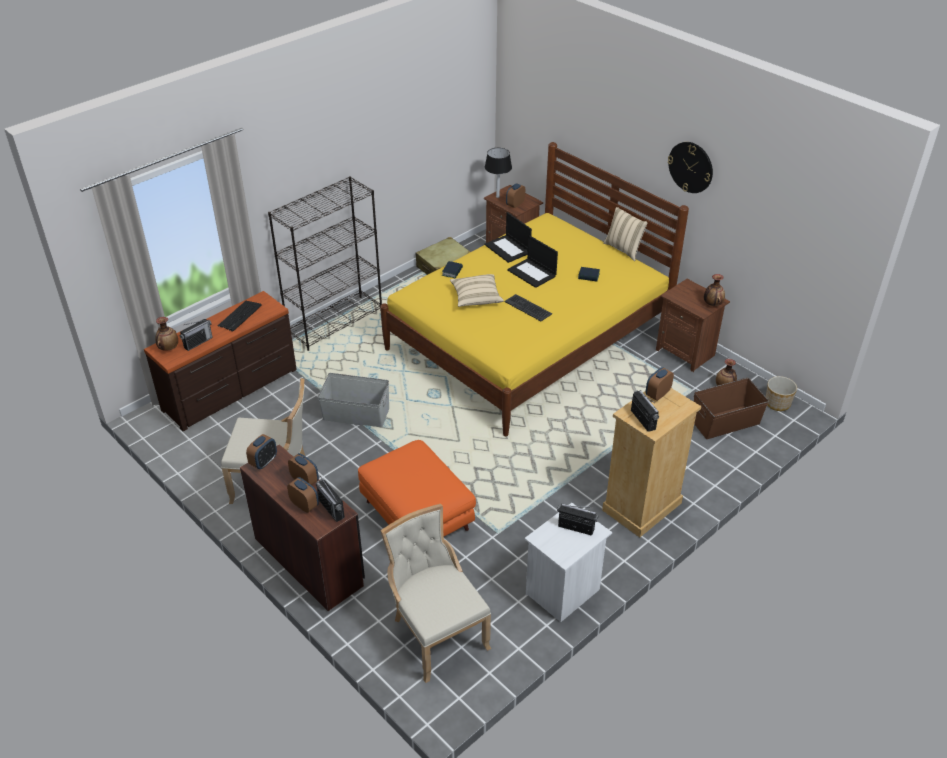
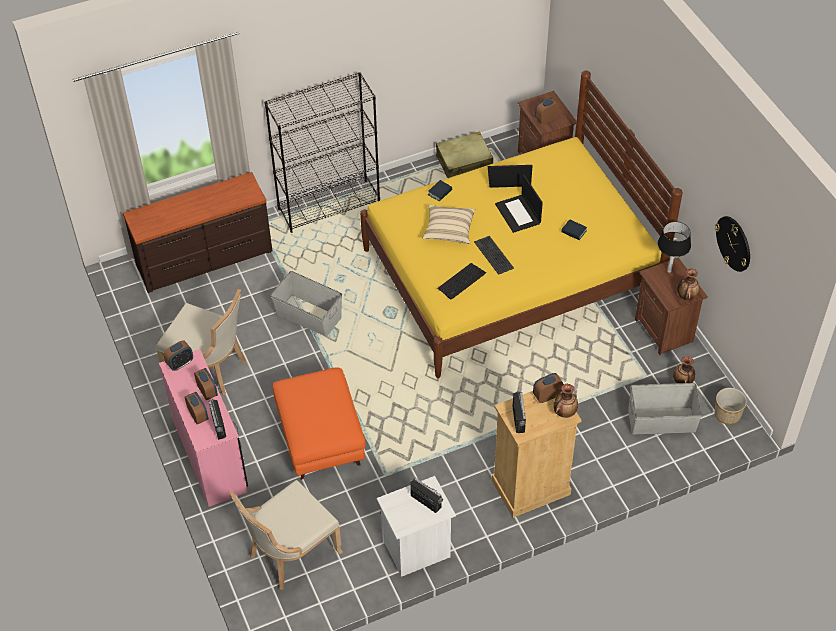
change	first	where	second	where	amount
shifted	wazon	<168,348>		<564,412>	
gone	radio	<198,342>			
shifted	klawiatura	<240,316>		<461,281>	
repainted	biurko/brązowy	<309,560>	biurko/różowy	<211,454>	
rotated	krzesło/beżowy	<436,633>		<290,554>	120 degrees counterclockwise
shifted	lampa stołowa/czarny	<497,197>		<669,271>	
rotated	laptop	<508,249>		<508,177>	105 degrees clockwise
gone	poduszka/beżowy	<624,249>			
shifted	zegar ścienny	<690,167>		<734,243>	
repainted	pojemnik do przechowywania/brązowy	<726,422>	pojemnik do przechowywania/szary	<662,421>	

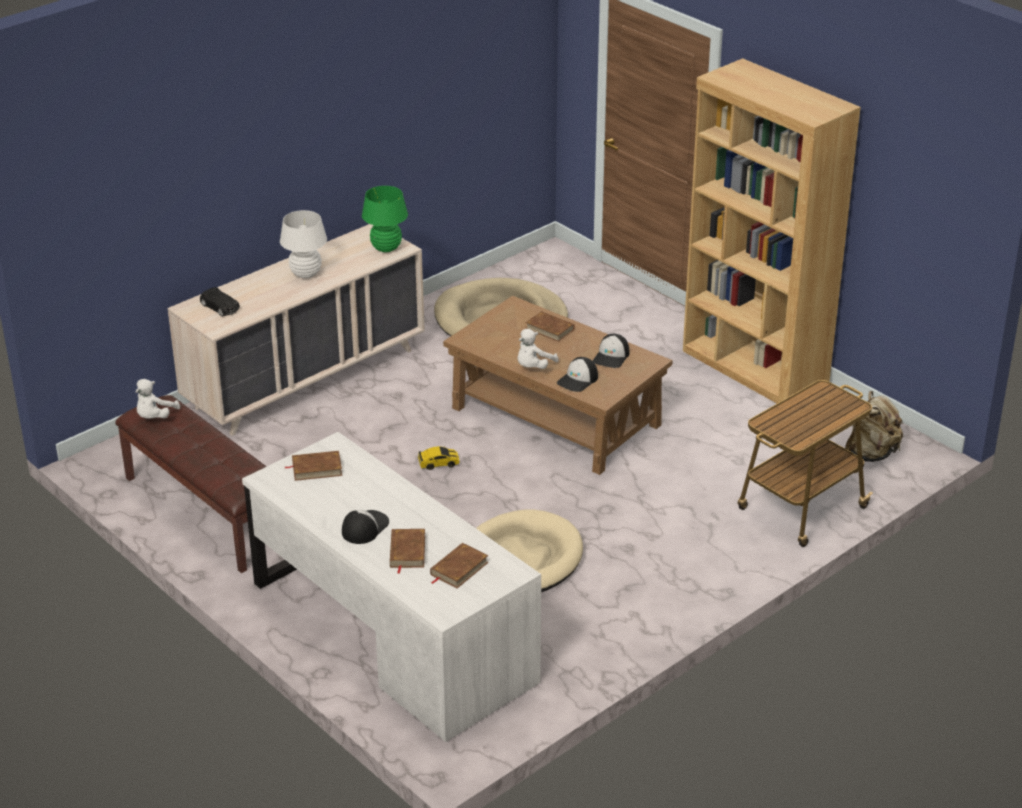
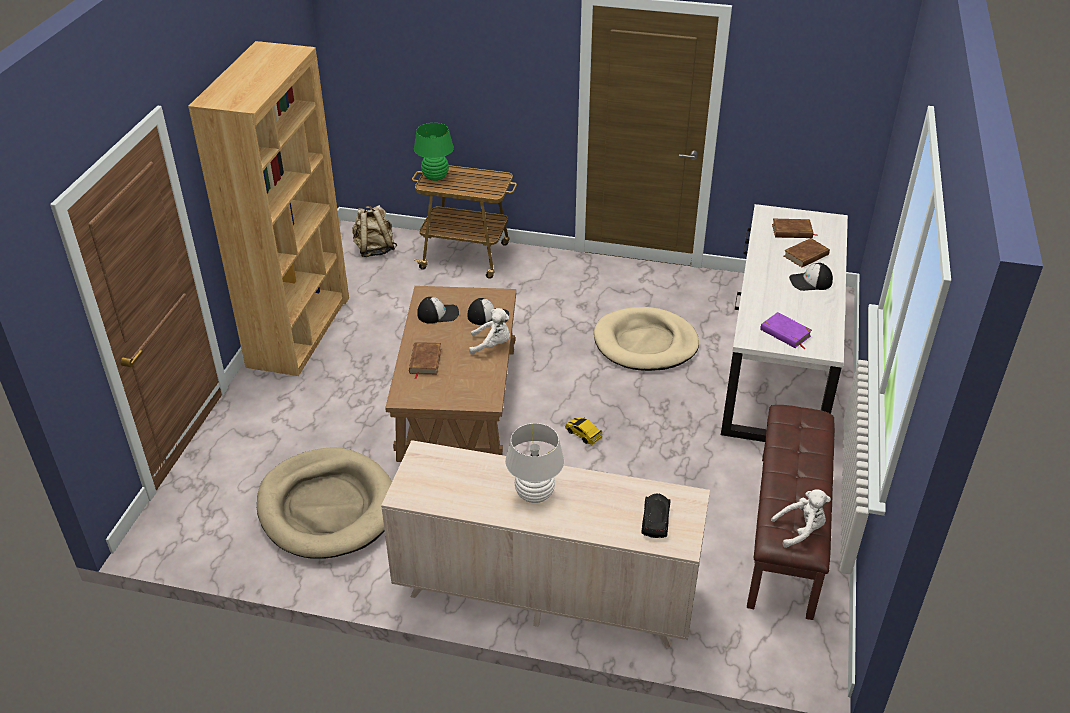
change	first	where	second	where	amount
repainted	książka/brązowy	<316,468>	książka/fioletowy	<785,333>	
shifted	lampa stołowa/zielony	<386,248>		<435,177>	

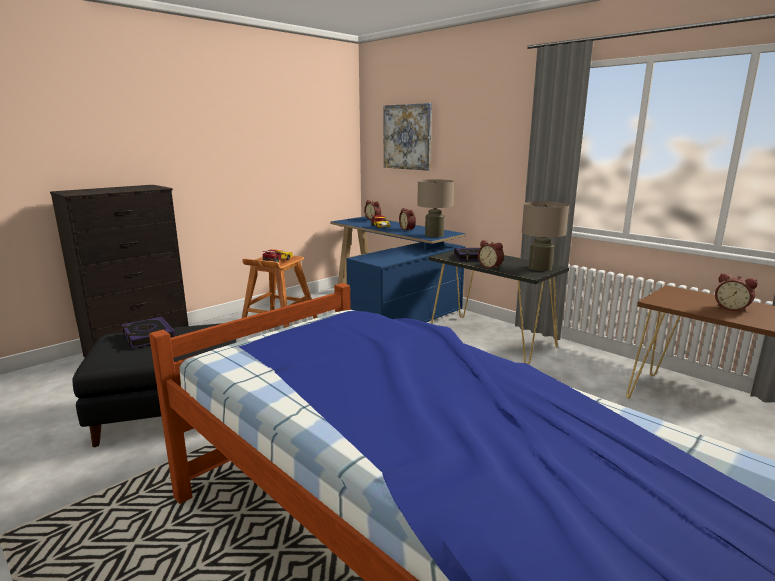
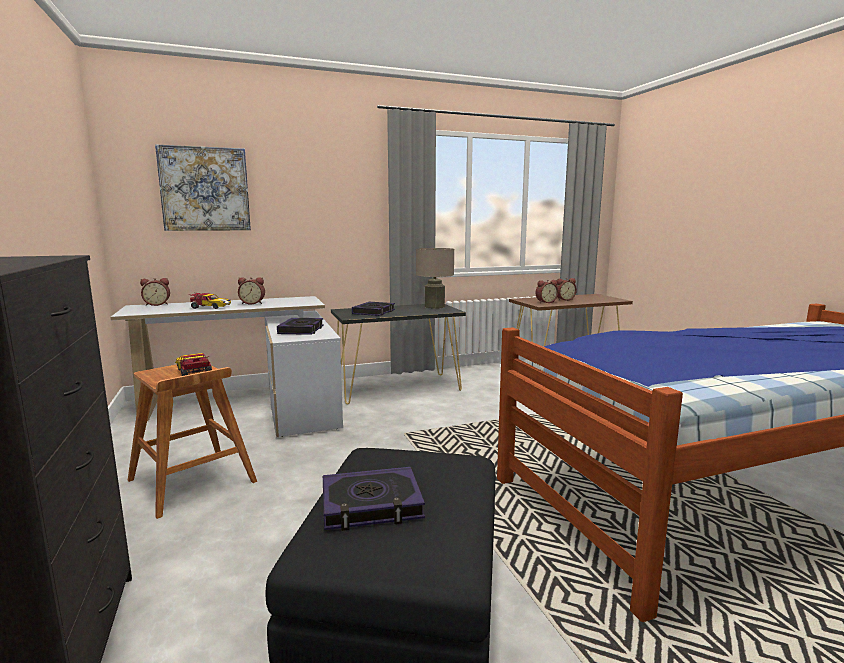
change	first	where	second	where	amount
repainted	biurko/niebieski	<392,306>	biurko/biały	<253,405>	
gone	lampa stołowa/beżowy	<434,235>			
shifted	budzik	<490,266>		<545,302>	
new			książka	<301,330>	

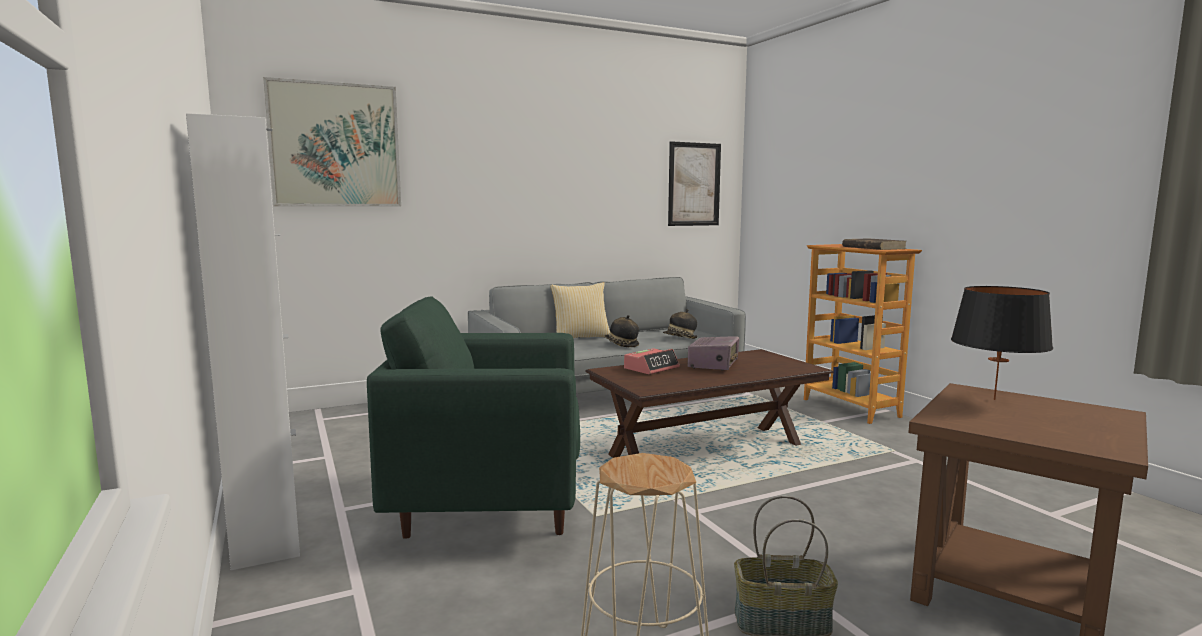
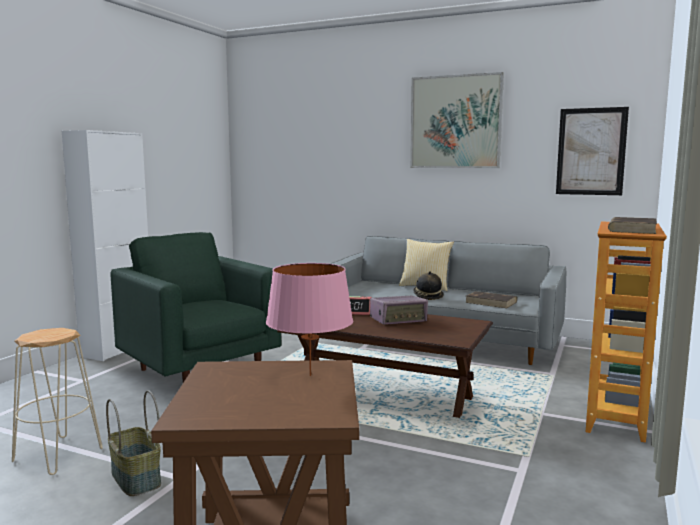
change	first	where	second	where	amount
shifted	obraz	<335,145>		<455,122>	
swapped	kapelusz	<680,338>	książka/brązowy	<491,302>	
repainted	lampa stołowa/czarny	<994,399>	lampa stołowa/różowy	<310,375>	

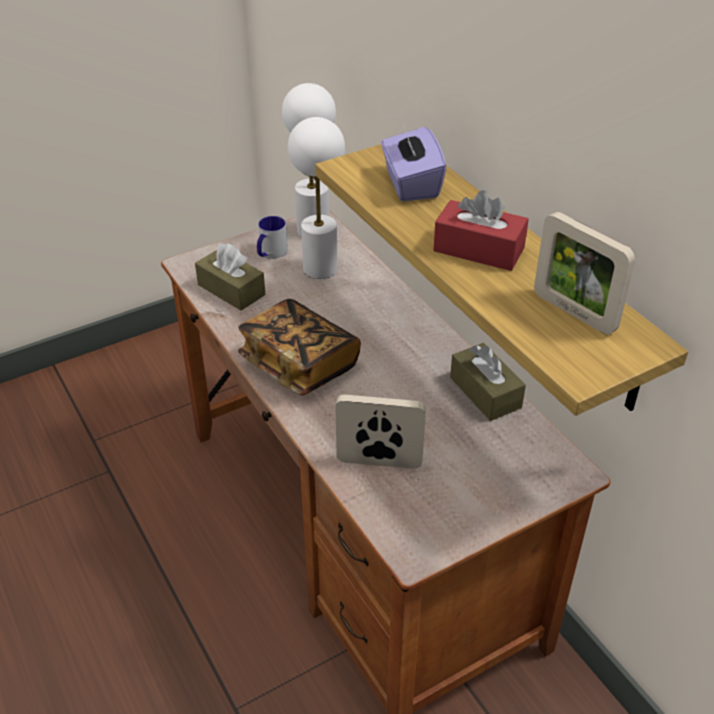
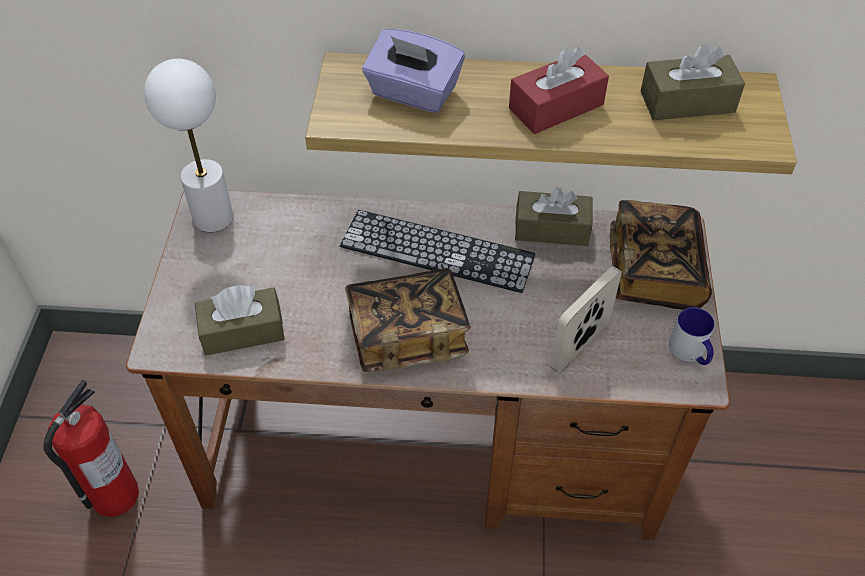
change	first	where	second	where	amount
shifted	kubek	<270,253>		<690,353>	
gone	lampa stołowa/biały	<320,268>			
swapped	ramka na zdjęcie	<574,312>	pudełko chusteczek/brązowy	<687,102>	
new			gaśnica	<114,496>	
new			klawiatura	<437,251>	
new			książka	<654,272>	

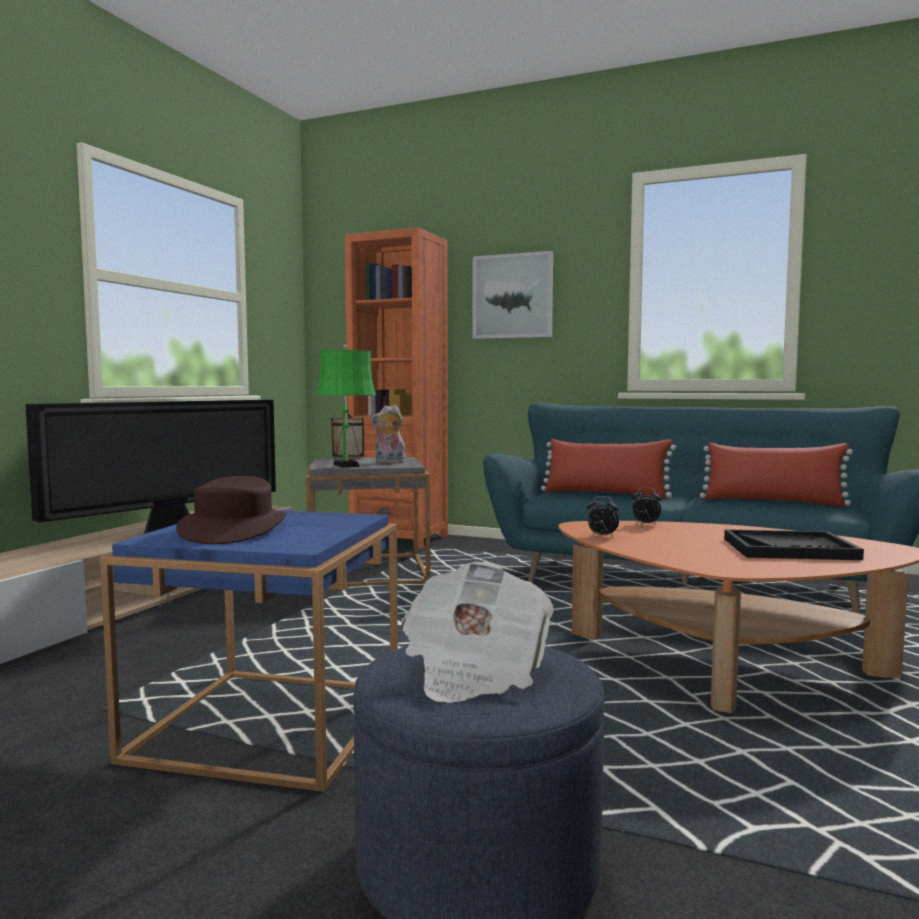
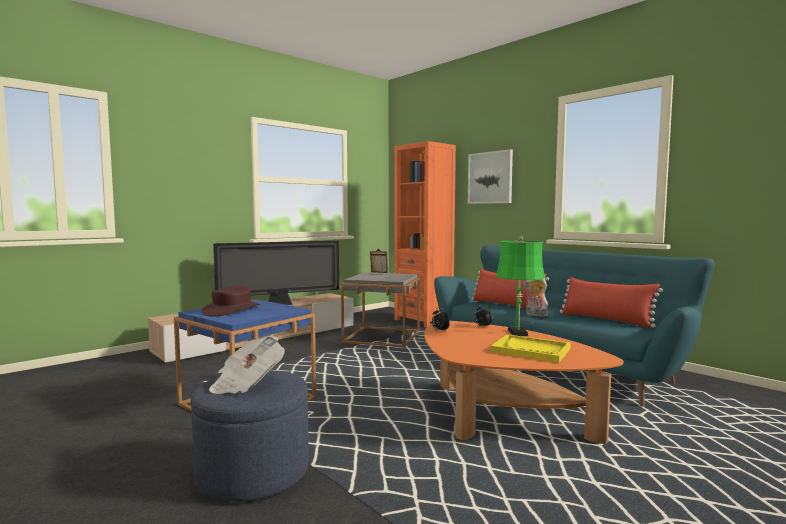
change	first	where	second	where	amount
shifted	lampa stołowa/zielony	<347,466>		<518,333>	
shifted	pluszak	<389,462>		<535,315>	
repainted	taca/czarny	<789,549>	taca/żółty	<531,350>	

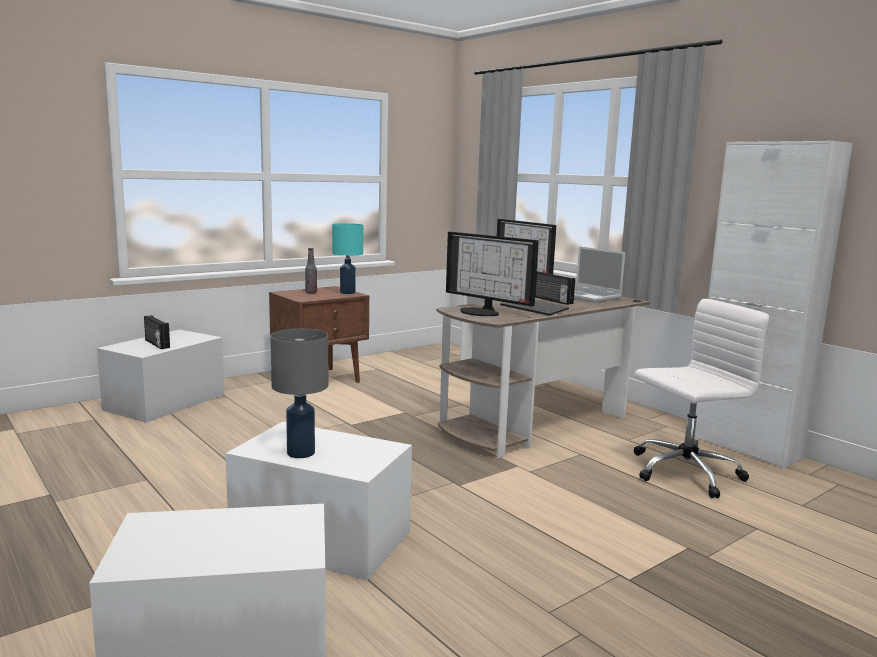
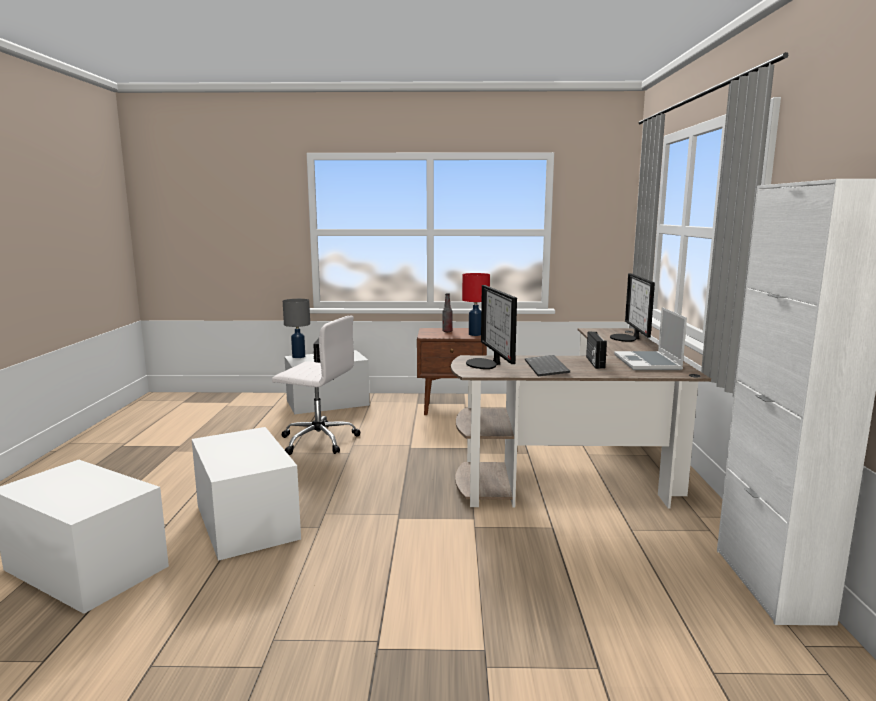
change	first	where	second	where	amount
shifted	lampa stołowa/szary	<300,453>		<298,356>	
repainted	lampa stołowa/turkusowy	<347,292>	lampa stołowa/czerwony	<475,334>	
shifted	krzesło biurowe/biały	<683,472>		<317,440>	

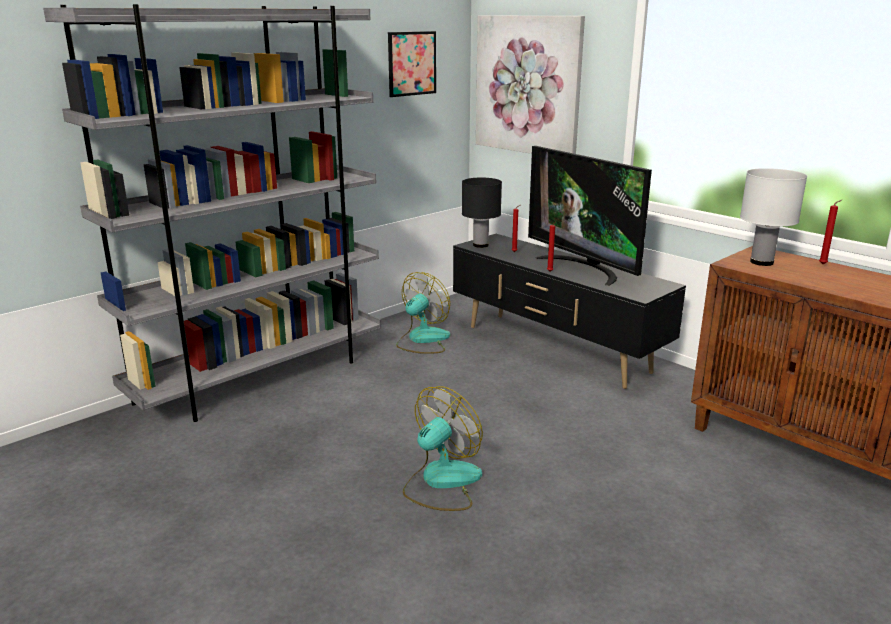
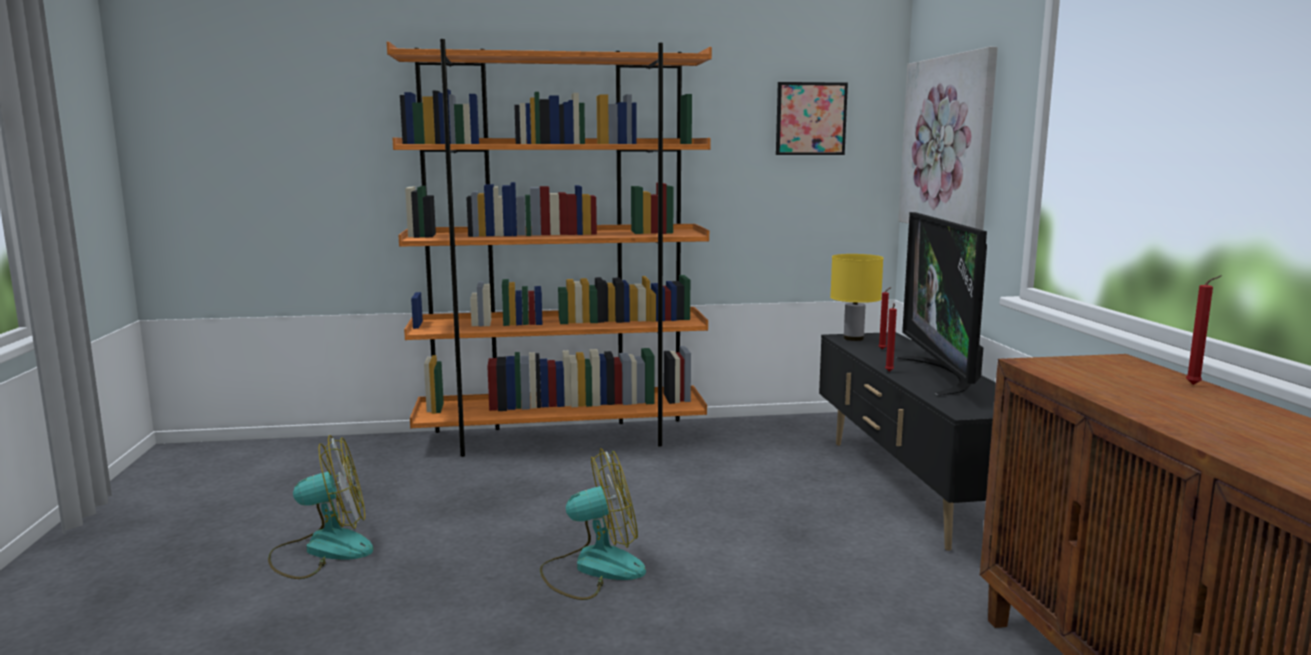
change	first	where	second	where	amount
repainted	regał/szary	<261,377>	regał/pomarańczowy	<562,437>	
shifted	wentylator	<422,340>		<322,550>	
repainted	lampa stołowa/czarny	<481,245>	lampa stołowa/żółty	<854,338>	
gone	lampa stołowa/biały	<762,262>			

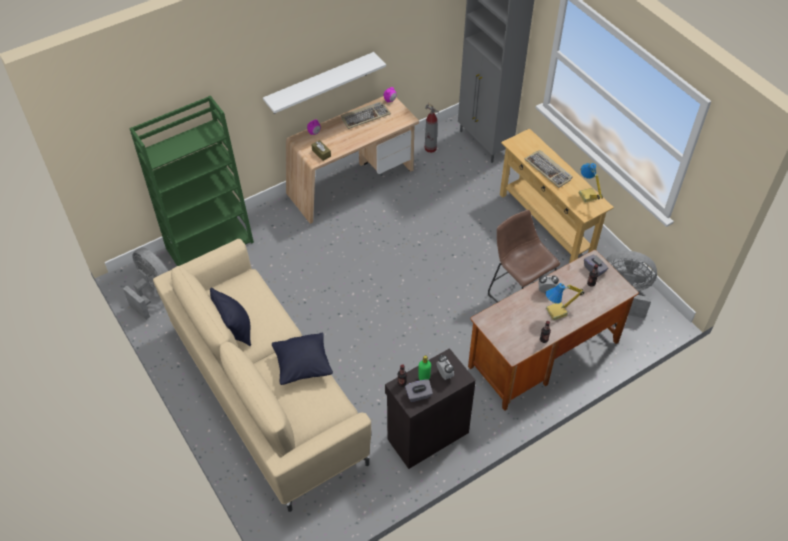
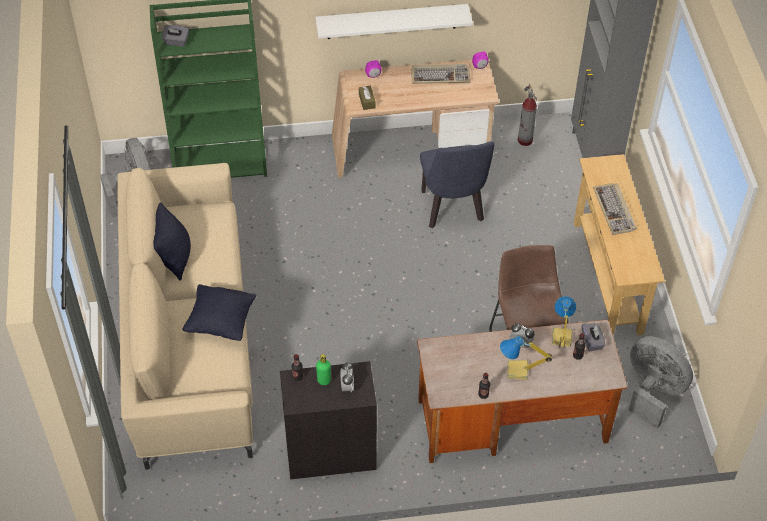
change	first	where	second	where	amount
shifted	pudełko chusteczek/szary	<418,395>		<176,42>	
shifted	lampa stołowa	<587,196>		<560,338>	
new			krzesło/niebieski	<453,210>	

